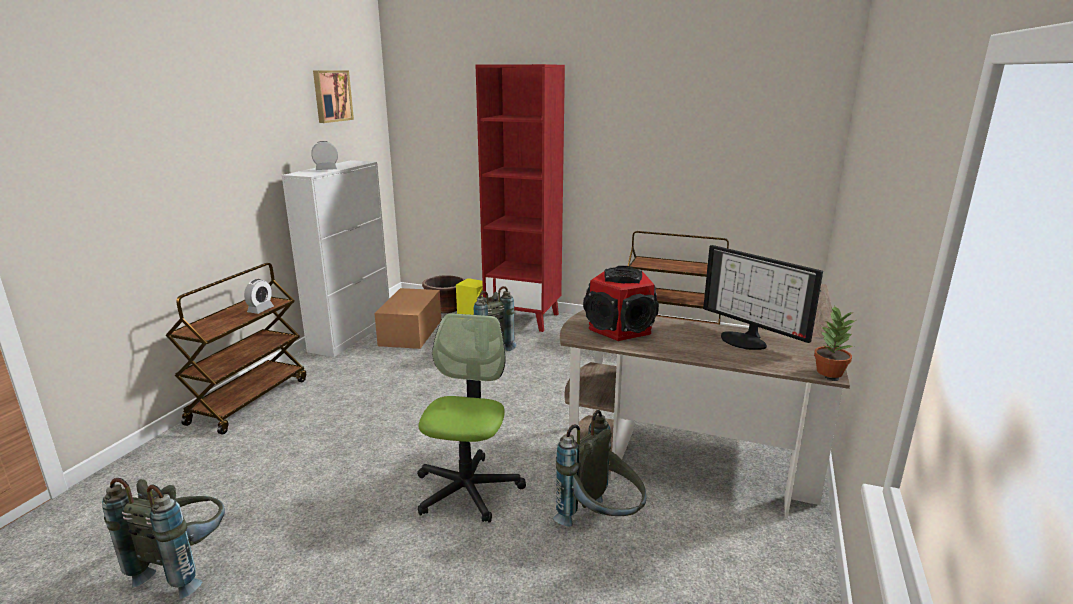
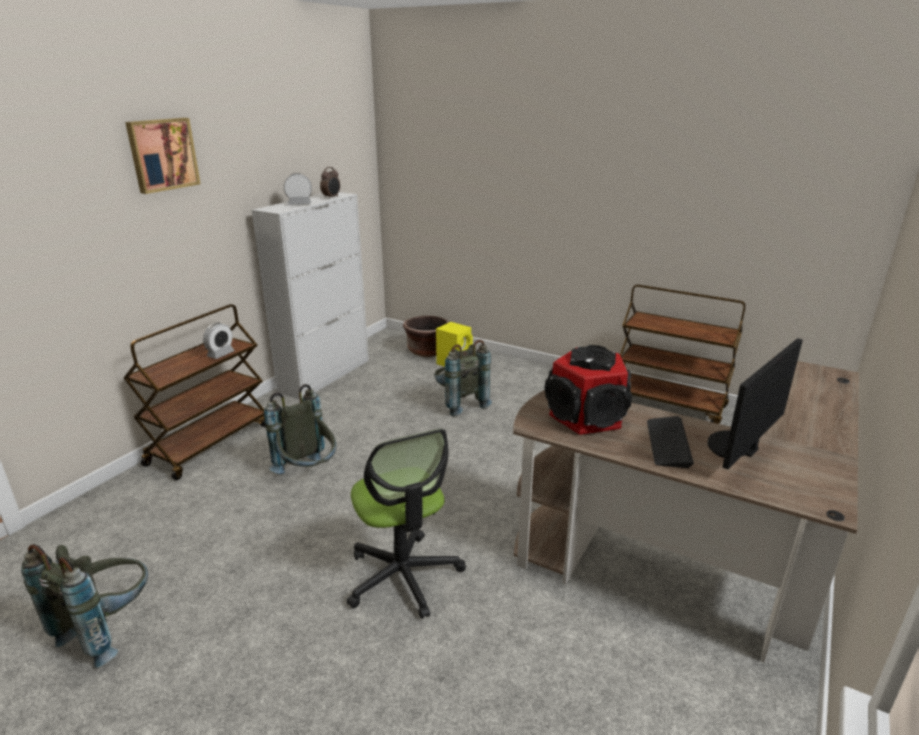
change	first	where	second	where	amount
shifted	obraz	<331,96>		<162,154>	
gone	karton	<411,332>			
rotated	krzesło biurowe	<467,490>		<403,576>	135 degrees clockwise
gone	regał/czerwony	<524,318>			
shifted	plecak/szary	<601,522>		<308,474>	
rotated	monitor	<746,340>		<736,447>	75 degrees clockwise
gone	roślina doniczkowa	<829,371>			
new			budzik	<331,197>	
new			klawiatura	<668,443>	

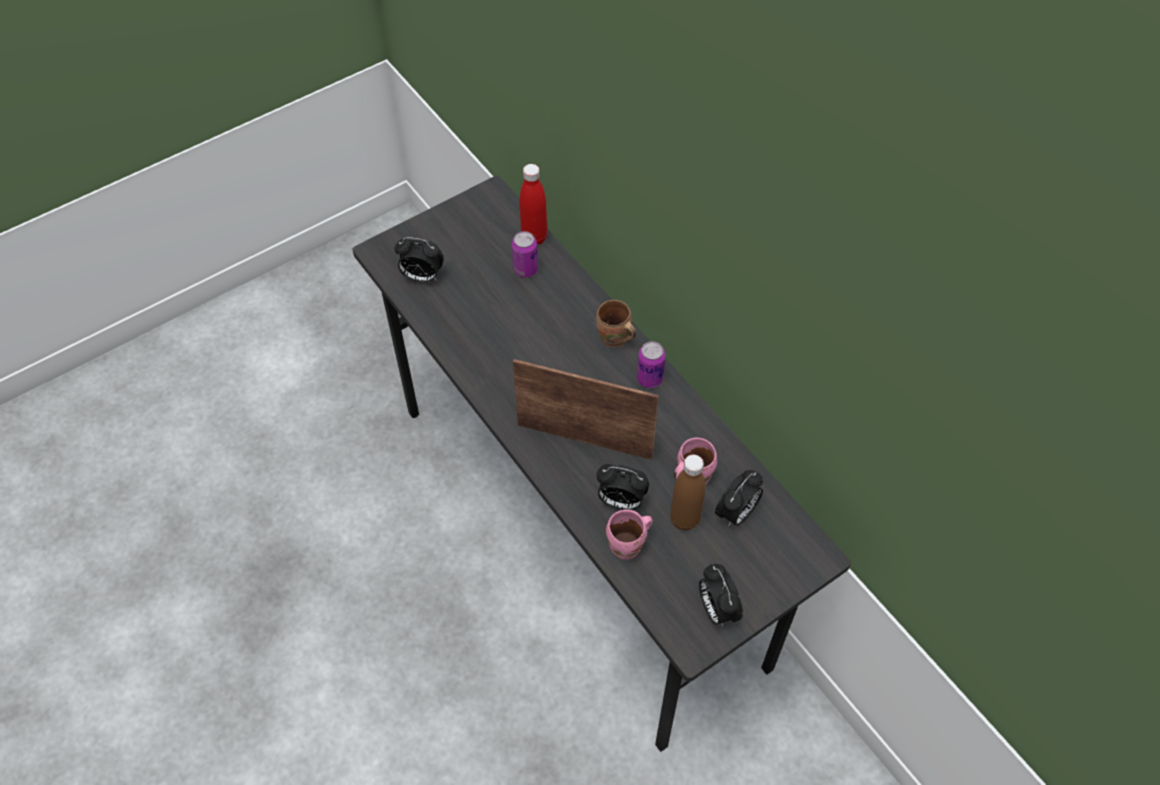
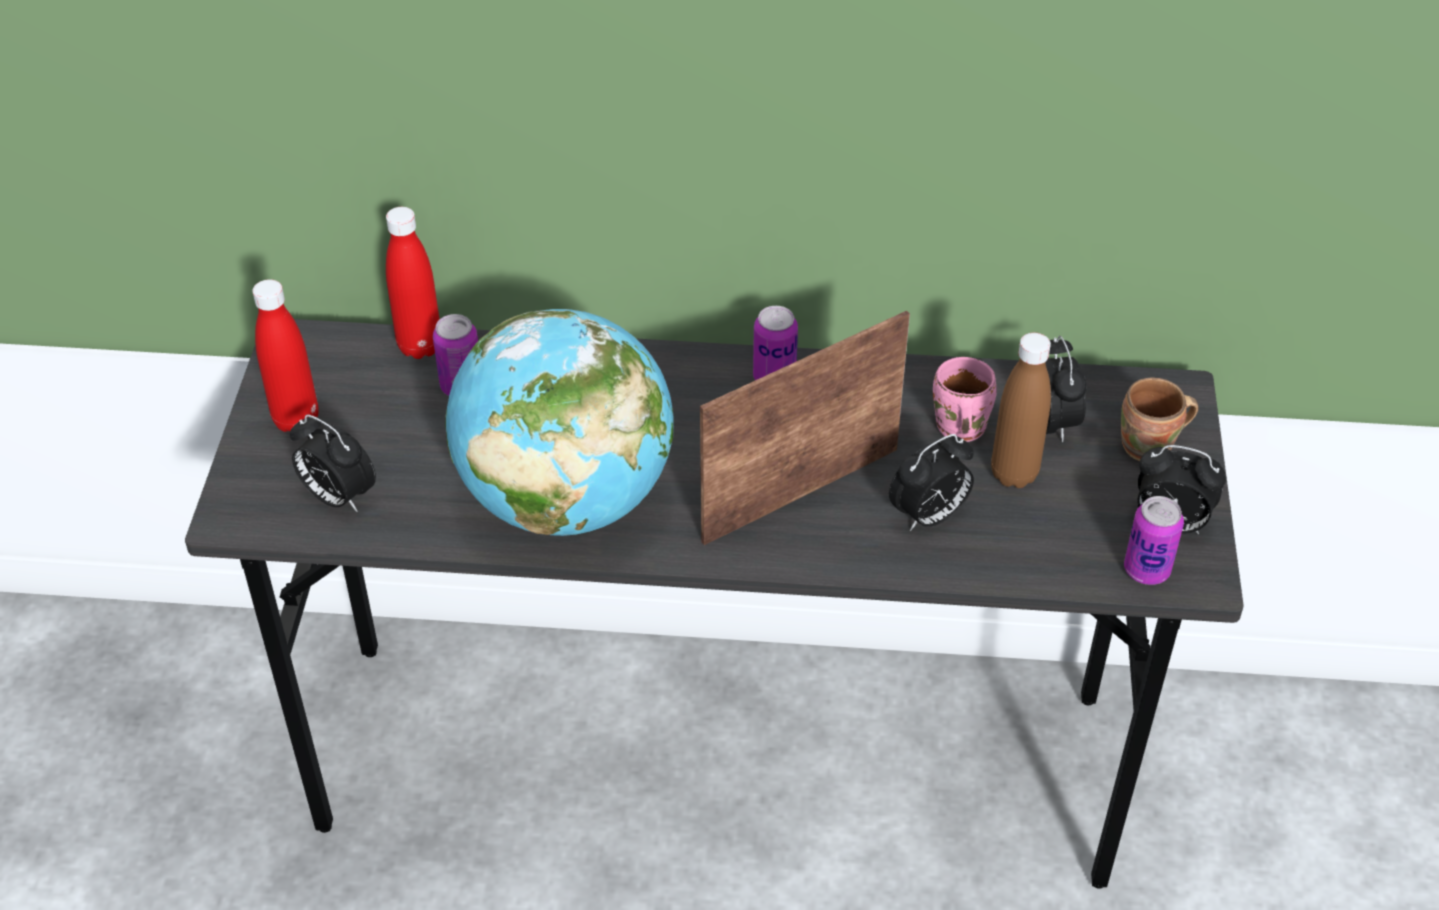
change	first	where	second	where	amount
rotated	budzik	<421,277>		<337,497>	75 degrees clockwise
shifted	kubek/brązowy	<614,339>		<1150,448>	
gone	kubek/różowy	<628,546>			
new			butelka/czerwony	<296,420>	
new			globus	<566,499>	
new			puszka	<1146,570>	

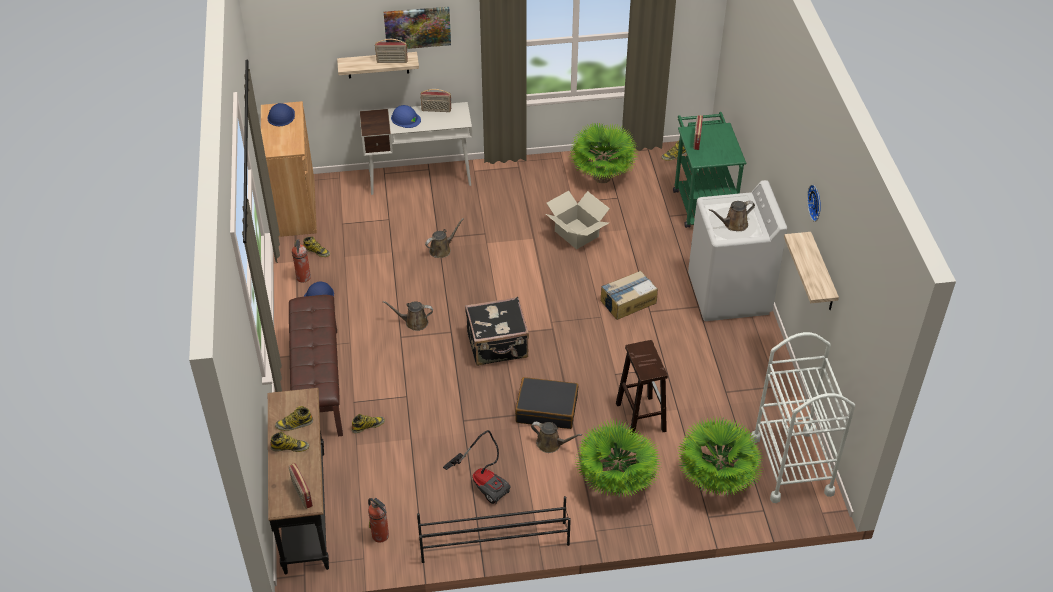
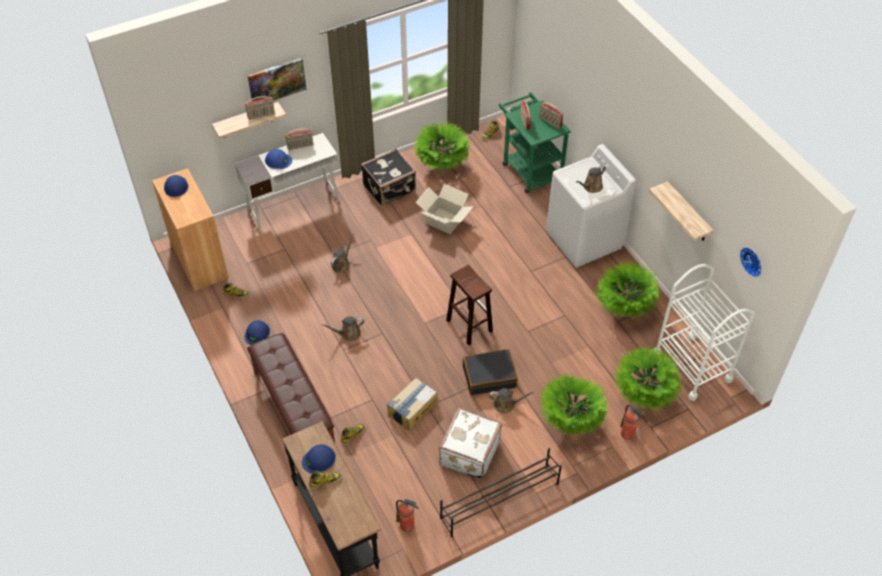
change	first	where	second	where	amount
swapped	but z cholewką	<294,424>	kask/niebieski	<319,459>	
shifted	radio	<301,494>		<550,122>	
shifted	gaśnica	<303,278>		<628,434>	
swapped	odkurzacz	<484,482>	walizka/biały	<468,453>	
shifted	walizka/czarny	<498,346>		<390,188>	
shifted	karton	<627,301>		<412,408>	
shifted	stołek/brązowy	<640,417>		<468,325>	
shifted	zegar ścienny	<816,202>		<752,261>	
new			roślina doniczkowa	<623,310>	

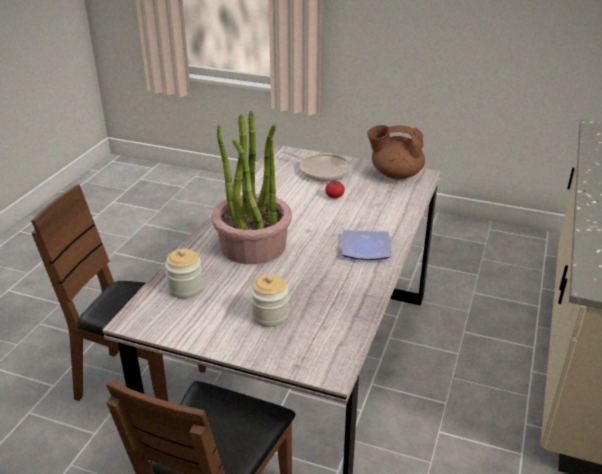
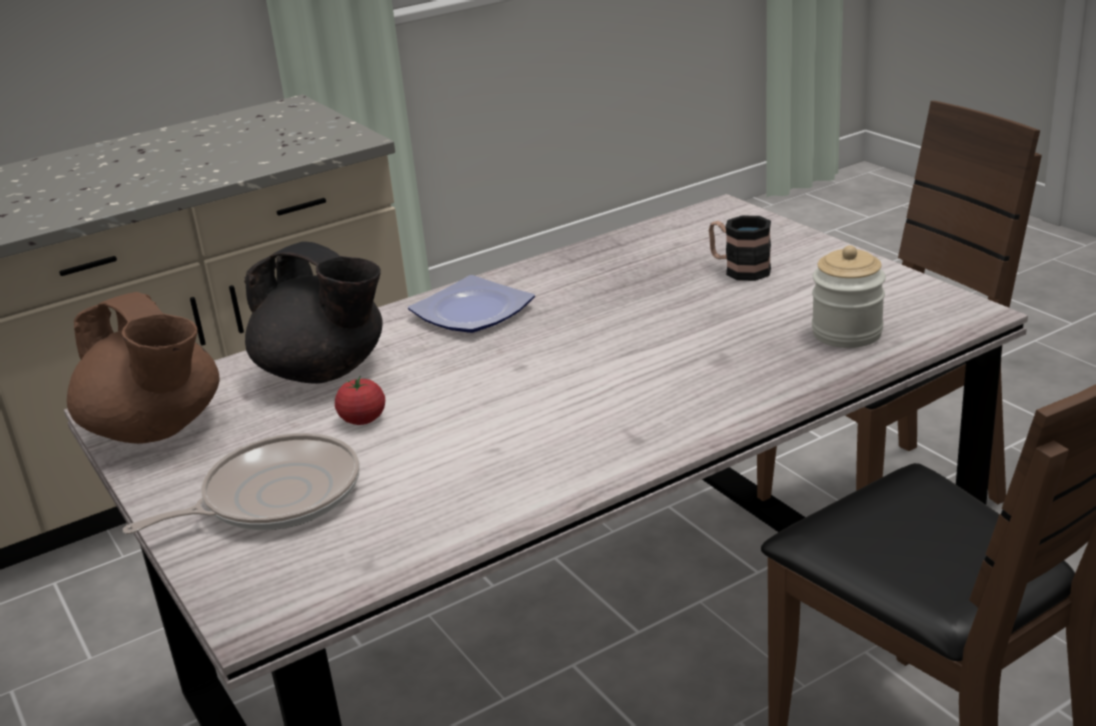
change	first	where	second	where	amount
gone	roślina doniczkowa	<253,246>			
swapped	słoik	<270,316>	kubek	<739,269>	
rotated	patelnia	<322,171>		<274,497>	75 degrees clockwise
new			imbryk/czarny	<324,372>	

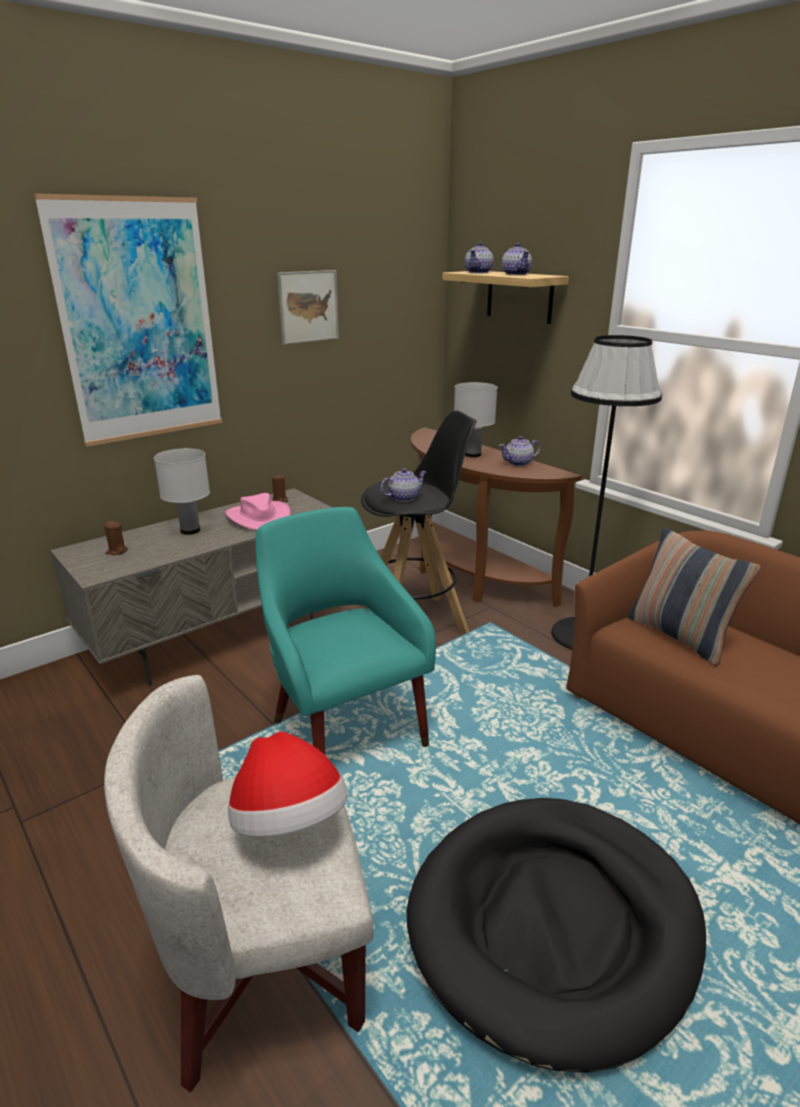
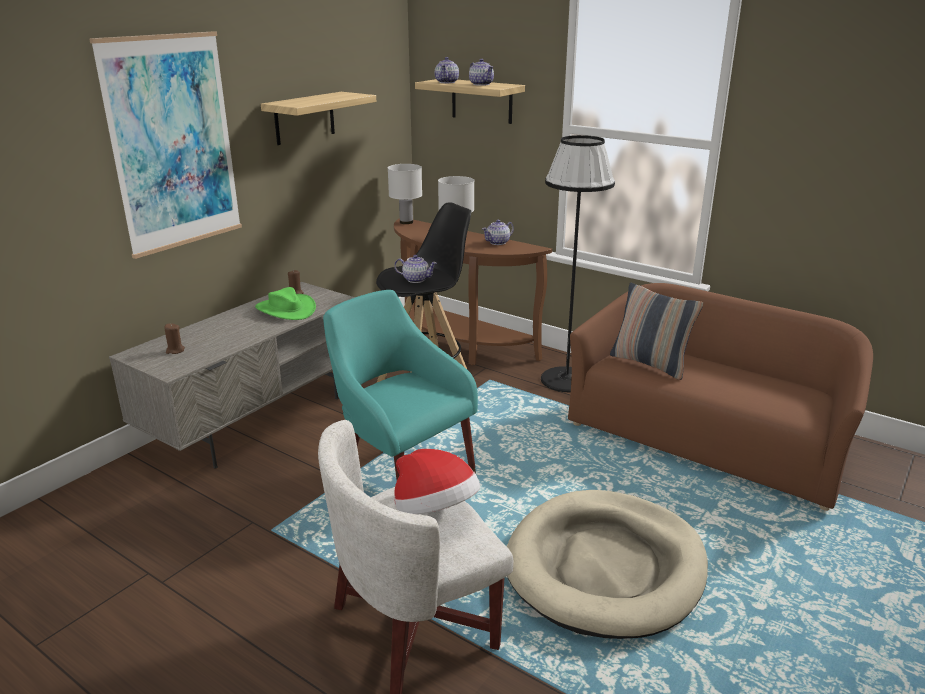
change	first	where	second	where	amount
shifted	lampa stołowa/biały	<190,530>		<406,222>	
repainted	kapelusz/różowy	<258,517>	kapelusz/zielony	<285,309>	
swapped	obraz	<308,306>	półka	<304,118>	
rotated	imbryk	<403,497>		<415,279>	60 degrees clockwise
repainted	legowisko/czarny	<553,923>	legowisko/beżowy	<605,567>	

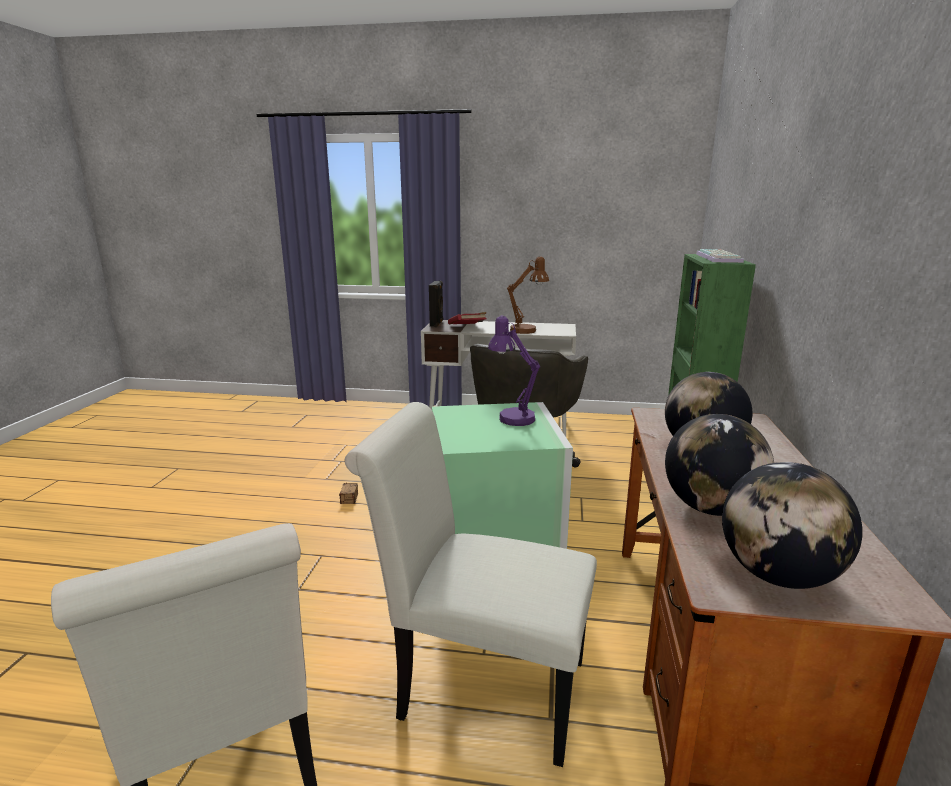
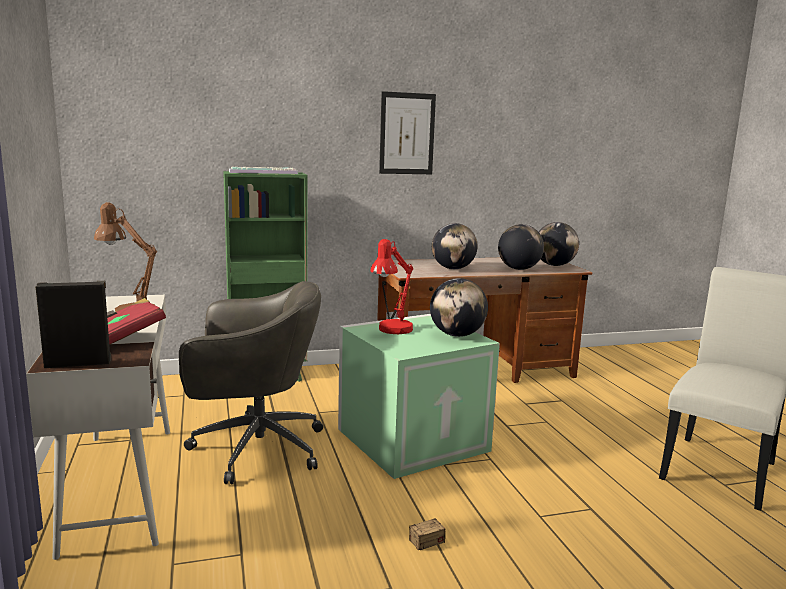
change	first	where	second	where	amount
gone	krzesło/biały	<479,686>			
repainted	lampa stołowa/fioletowy	<512,416>	lampa stołowa/czerwony	<391,331>	
new			obraz	<407,133>	
new			globus	<457,335>	

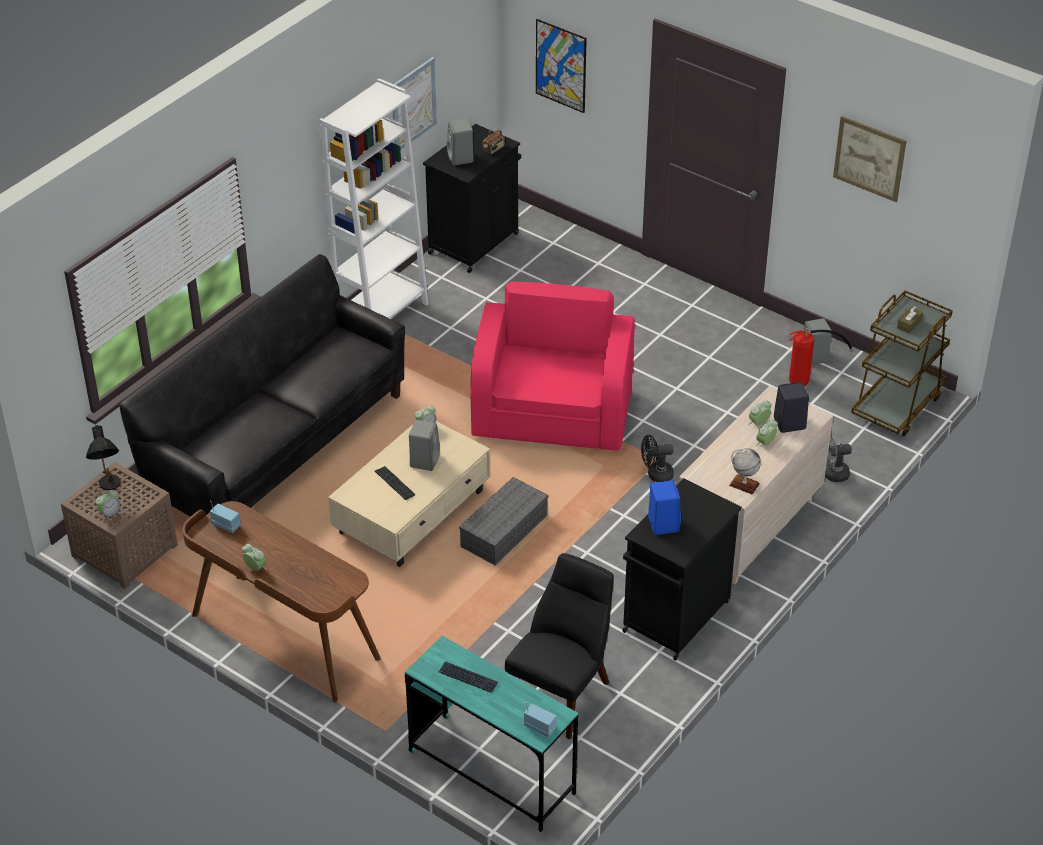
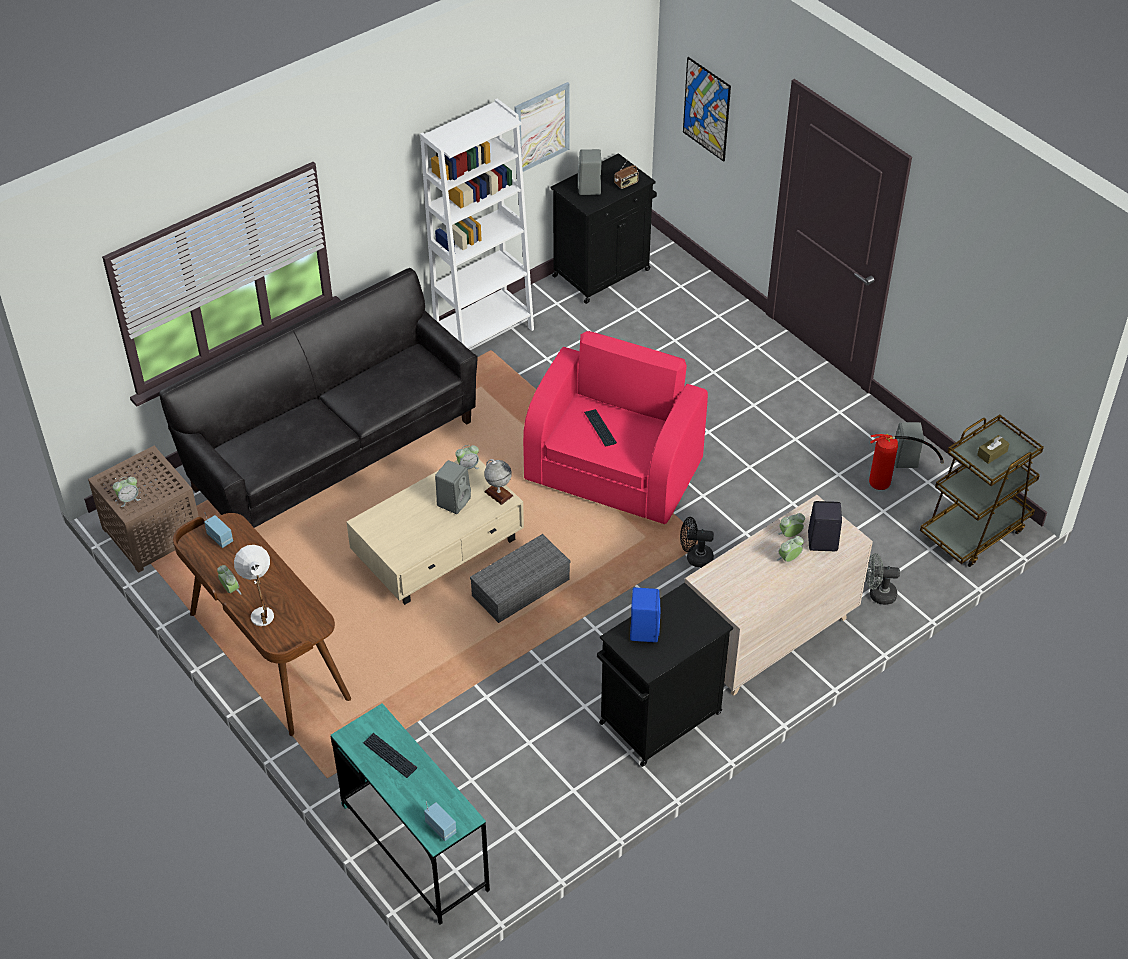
change	first	where	second	where	amount
gone	lampa stołowa/czarny	<109,488>			
shifted	klawiatura	<394,483>		<600,428>	
gone	krzesło/czarny	<562,693>			
shifted	globus	<744,484>		<498,493>	
gone	obraz	<869,158>			
new			lampa stołowa/biały	<261,610>	

